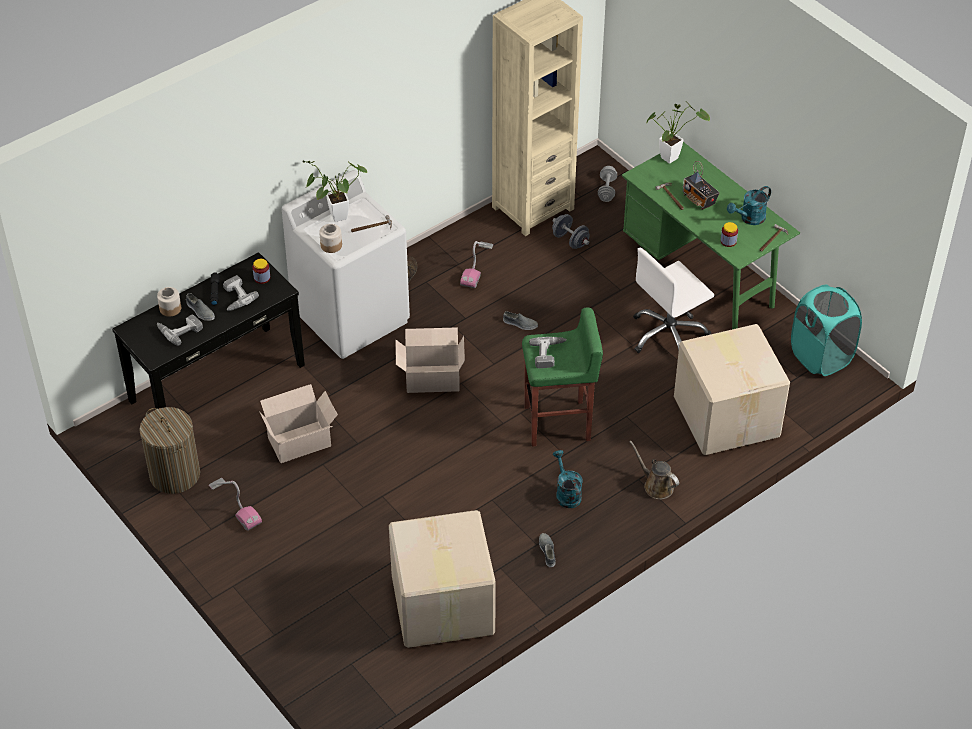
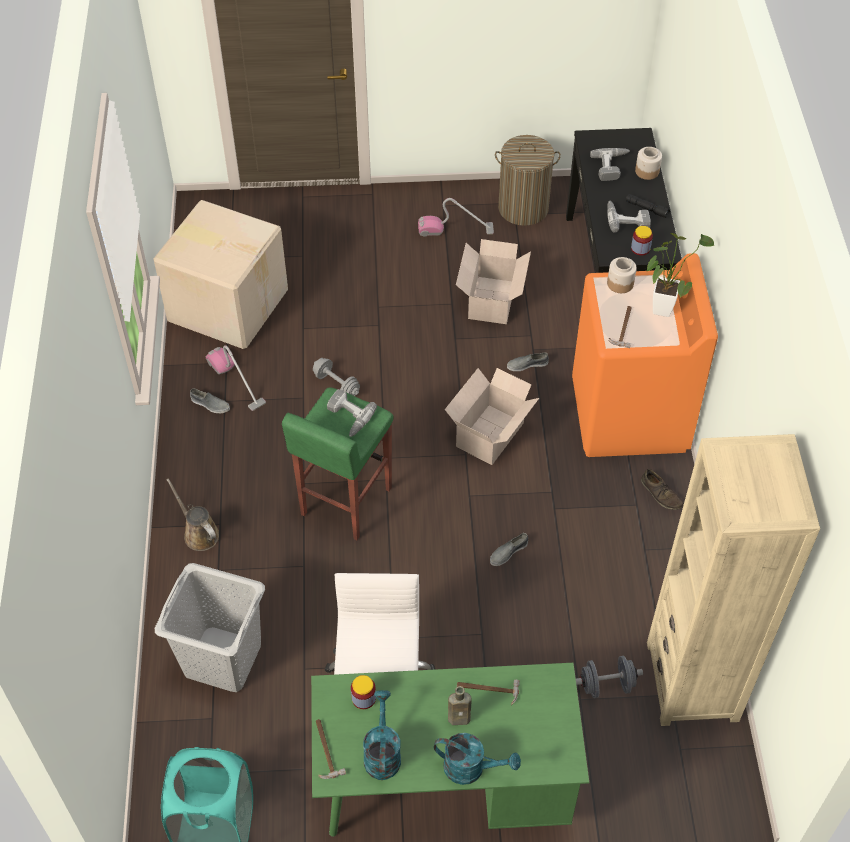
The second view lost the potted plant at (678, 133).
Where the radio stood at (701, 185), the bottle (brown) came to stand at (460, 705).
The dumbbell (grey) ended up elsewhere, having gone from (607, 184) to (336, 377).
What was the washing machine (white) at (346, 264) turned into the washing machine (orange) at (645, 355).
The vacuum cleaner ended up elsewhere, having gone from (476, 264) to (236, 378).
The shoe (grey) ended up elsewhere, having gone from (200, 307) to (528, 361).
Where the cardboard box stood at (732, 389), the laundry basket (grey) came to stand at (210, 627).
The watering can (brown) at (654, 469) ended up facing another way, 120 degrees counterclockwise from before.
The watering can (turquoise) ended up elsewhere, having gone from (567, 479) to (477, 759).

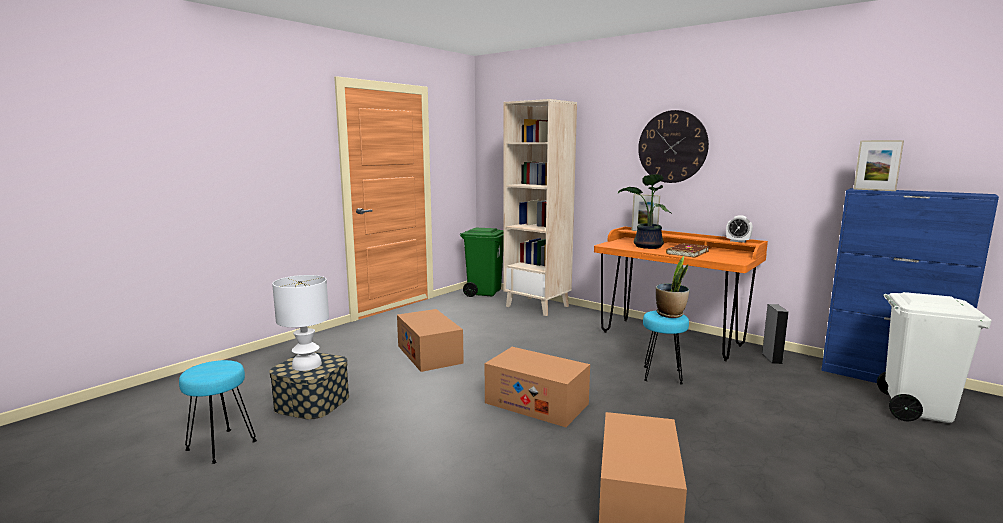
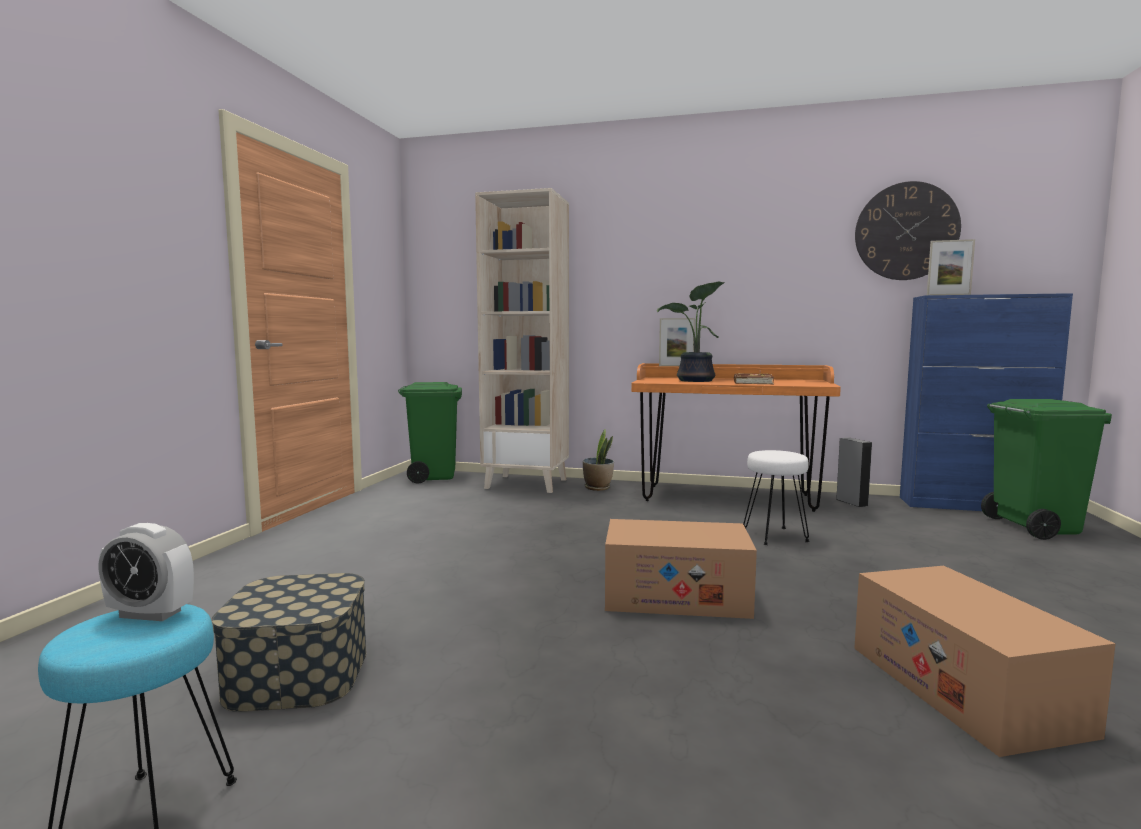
The wall clock ended up elsewhere, having gone from (673, 146) to (908, 230).
The alarm clock ended up elsewhere, having gone from (739, 229) to (146, 572).
The potted plant ended up elsewhere, having gone from (672, 287) to (598, 460).
The second view lost the table lamp (white) at (300, 323).
What was the trash can (white) at (934, 357) turned into the trash can (green) at (1046, 469).
The second view lost the cardboard box at (430, 340).
What was the stool (turquoise) at (666, 347) turned into the stool (white) at (776, 497).

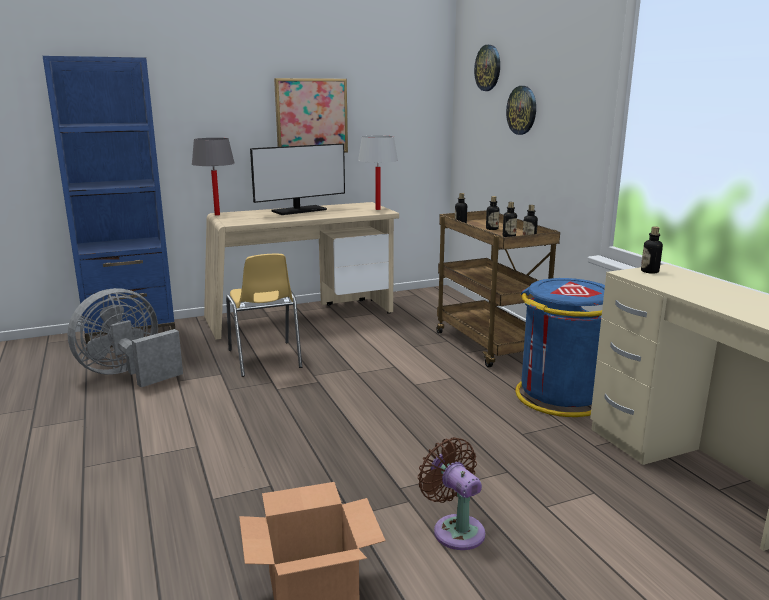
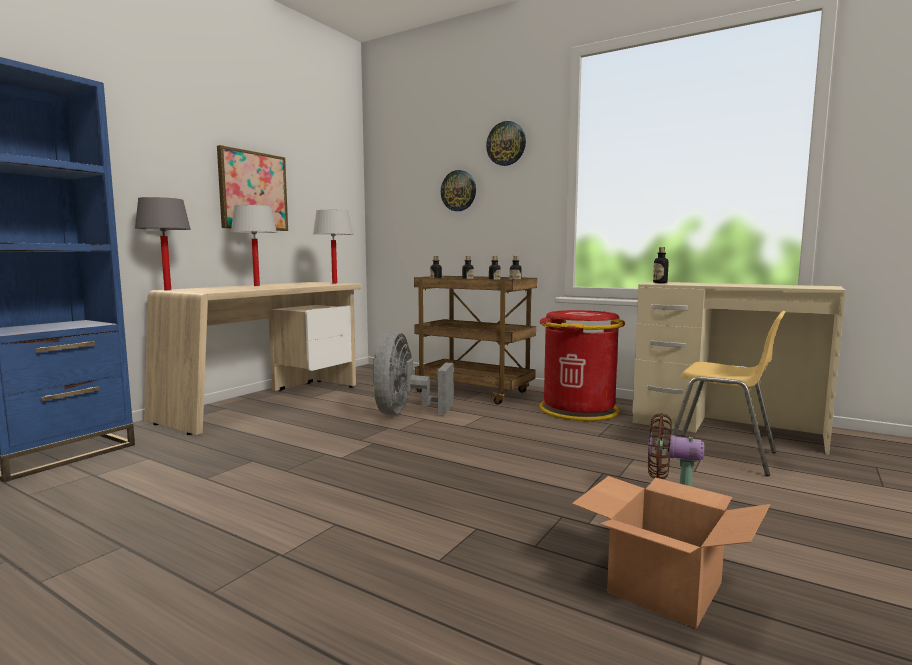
The wall clock ended up elsewhere, having gone from (487, 68) to (506, 143).
Where the monitor stood at (297, 179), the table lamp (white) came to stand at (254, 245).
The chair (yellow) ended up elsewhere, having gone from (264, 315) to (725, 393).
What was the trash can (blue) at (560, 347) turned into the trash can (red) at (582, 365).
The fan (grey) ended up elsewhere, having gone from (125, 337) to (413, 373).

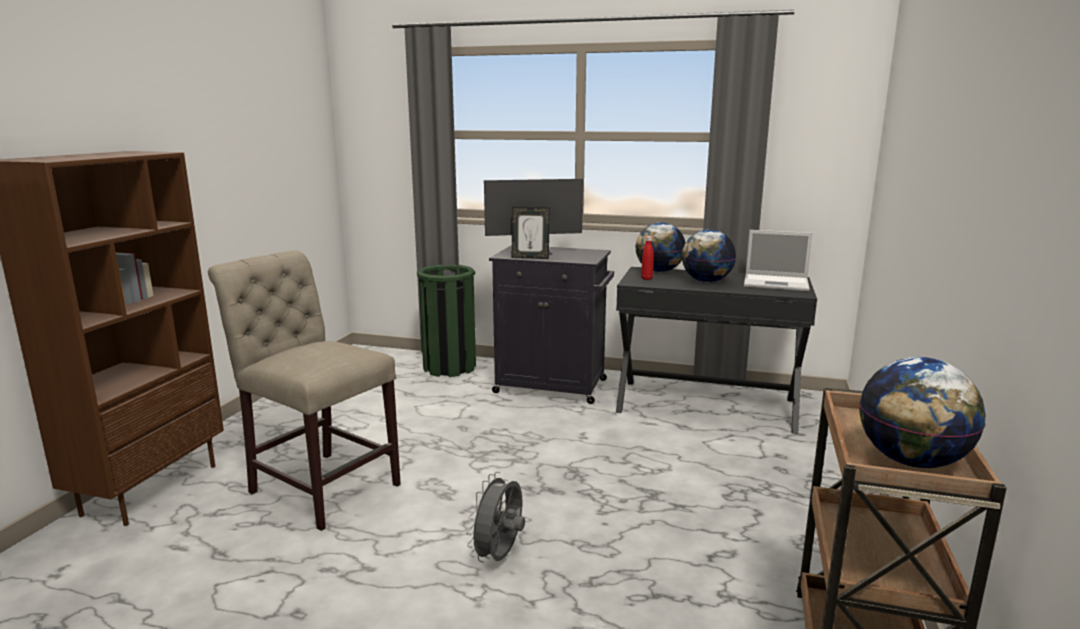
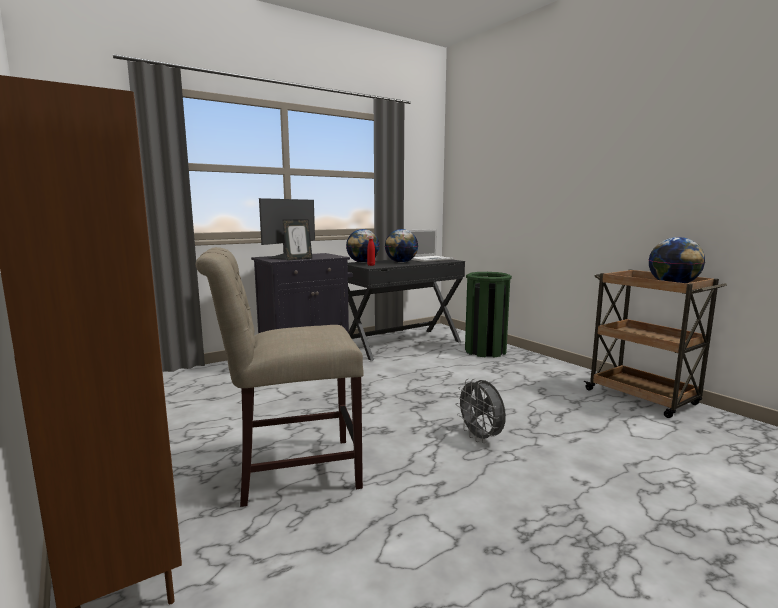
The trash can (green) ended up elsewhere, having gone from (446, 320) to (488, 315).

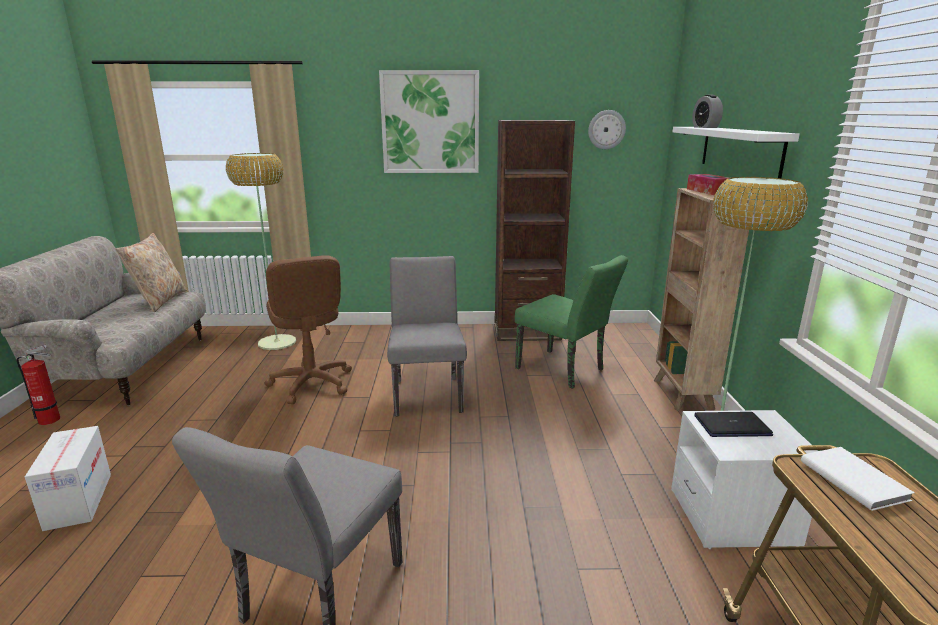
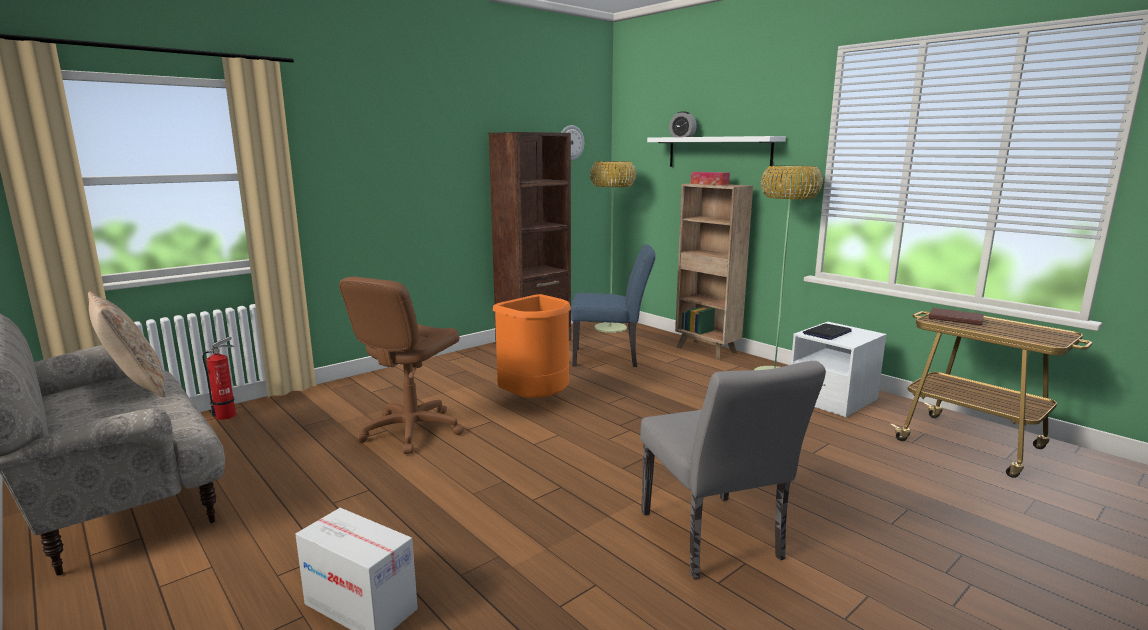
The second view lost the picture at (429, 121).
The floor lamp ended up elsewhere, having gone from (260, 251) to (613, 247).
The office chair (brown) at (308, 329) ended up facing another way, 90 degrees clockwise from before.
What was the chair (green) at (571, 322) turned into the chair (blue) at (613, 305).
Where the chair (grey) stood at (427, 336), the trash can (orange) came to stand at (532, 346).
The fire extinguisher ended up elsewhere, having gone from (38, 385) to (219, 378).
What was the book (white) at (858, 479) turned into the book (brown) at (956, 317).

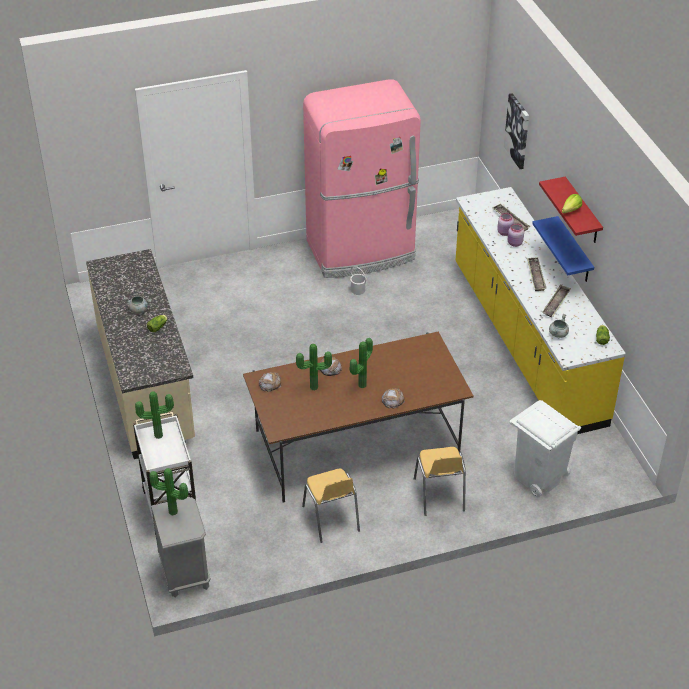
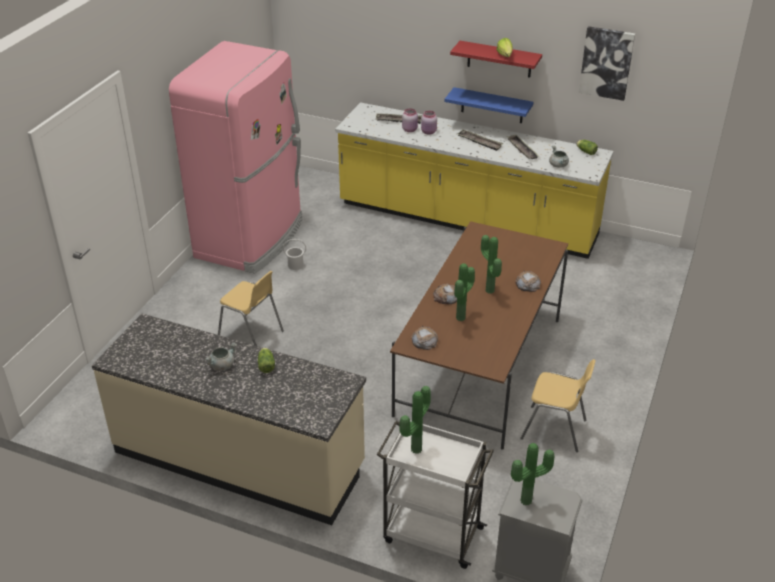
The picture ended up elsewhere, having gone from (516, 131) to (607, 63).
The second view lost the trash can (white) at (545, 448).
The chair (yellow) ended up elsewhere, having gone from (440, 481) to (251, 308).

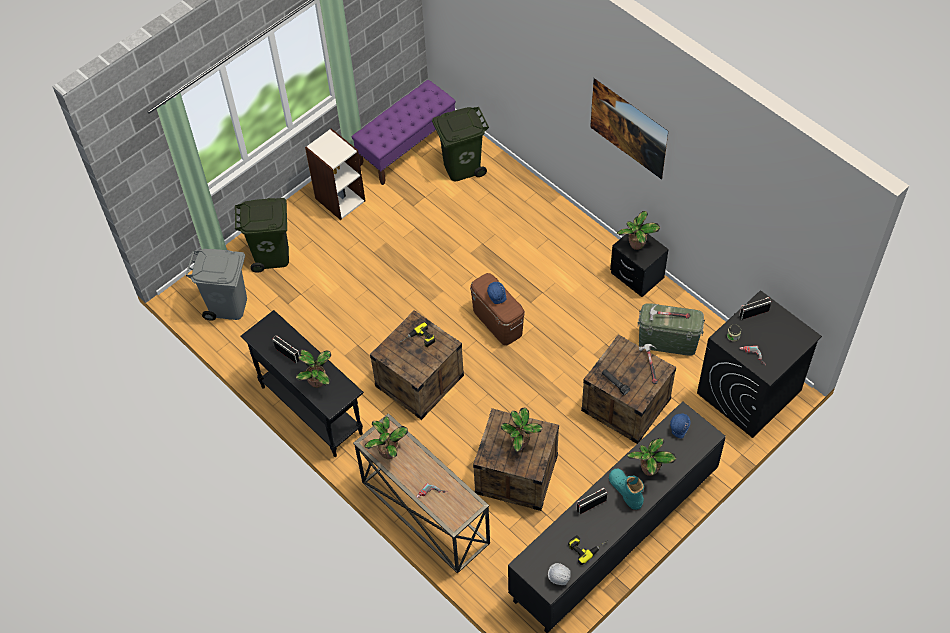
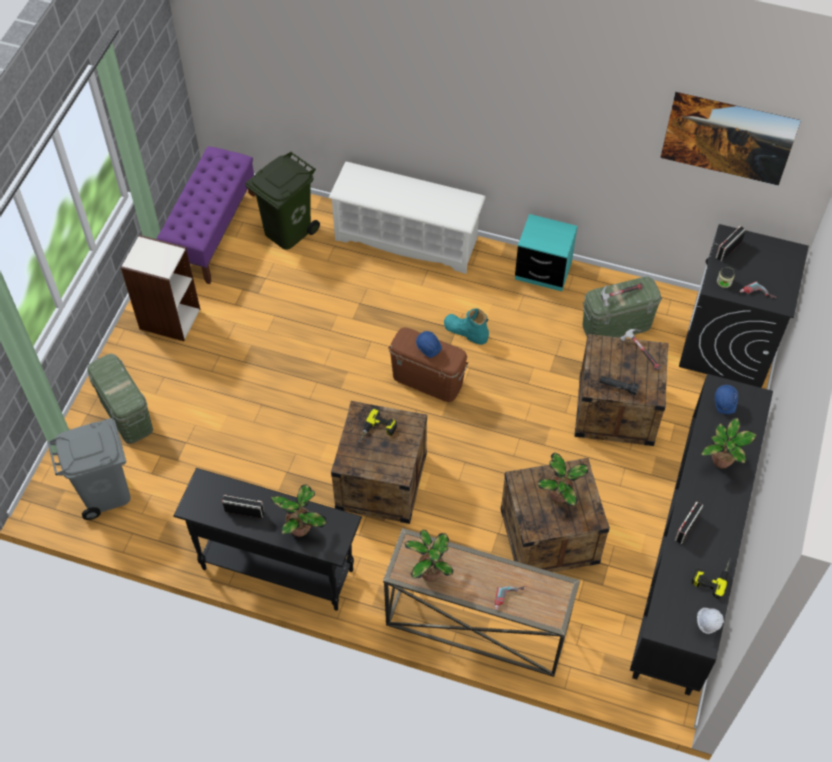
The picture ended up elsewhere, having gone from (629, 129) to (730, 139).
Where the trash can (green) stood at (262, 235), the storage box (green) came to stand at (120, 399).
The second view lost the potted plant at (638, 230).
What was the nightstand (black) at (639, 265) turned into the nightstand (turquoise) at (546, 252).
The boot (turquoise) ended up elsewhere, having gone from (626, 489) to (466, 327).
The second view gained the shoe rack (white) at (407, 218).

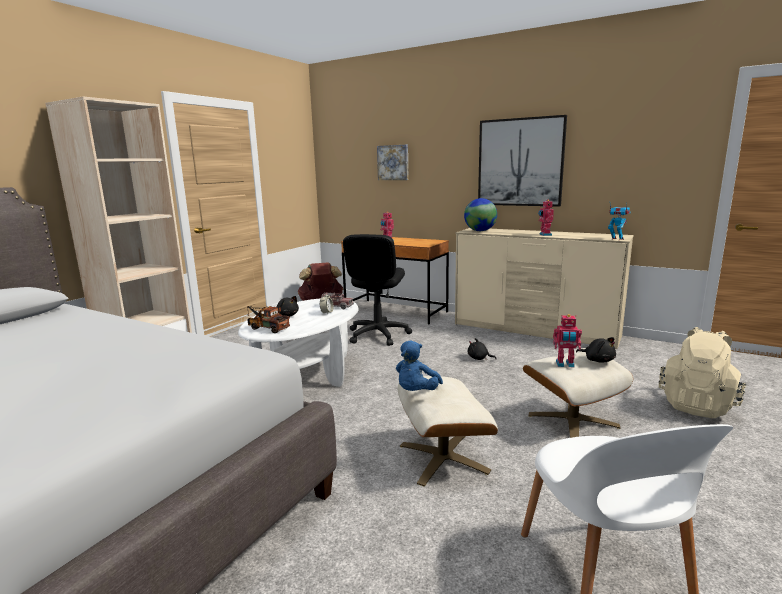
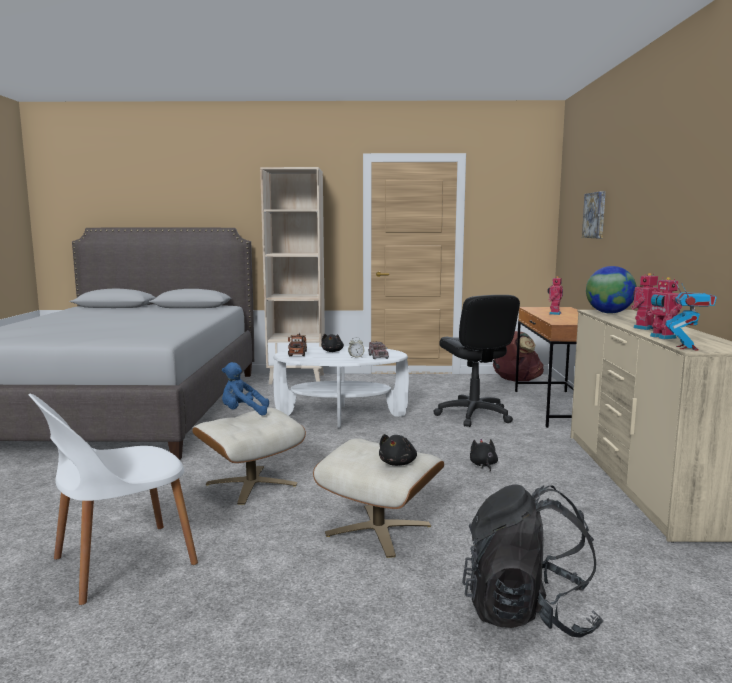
The second view lost the picture at (522, 161).
The office chair (black) at (377, 290) ended up facing another way, 90 degrees counterclockwise from before.
The toy robot ended up elsewhere, having gone from (567, 341) to (664, 308).
What was the backpack (beige) at (702, 372) turned into the backpack (black) at (532, 561).

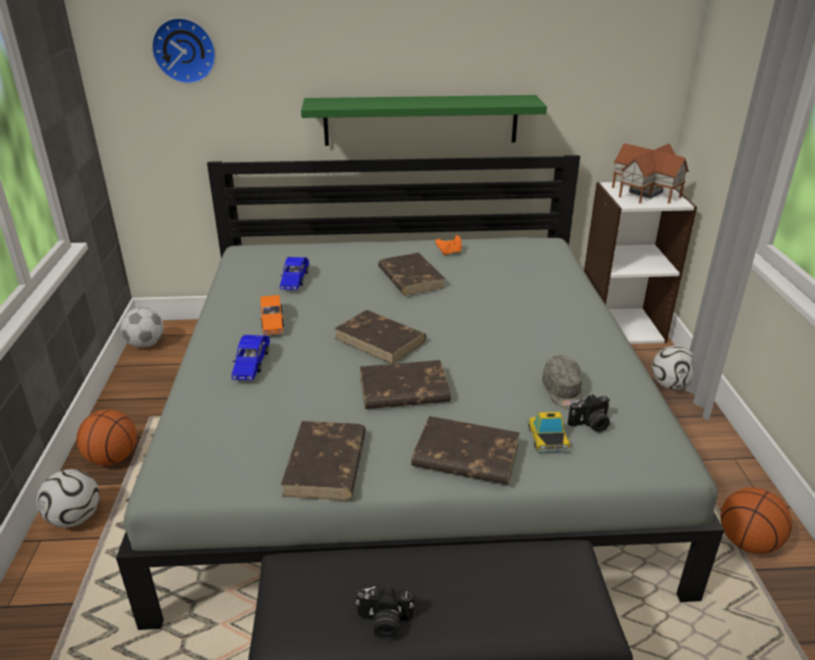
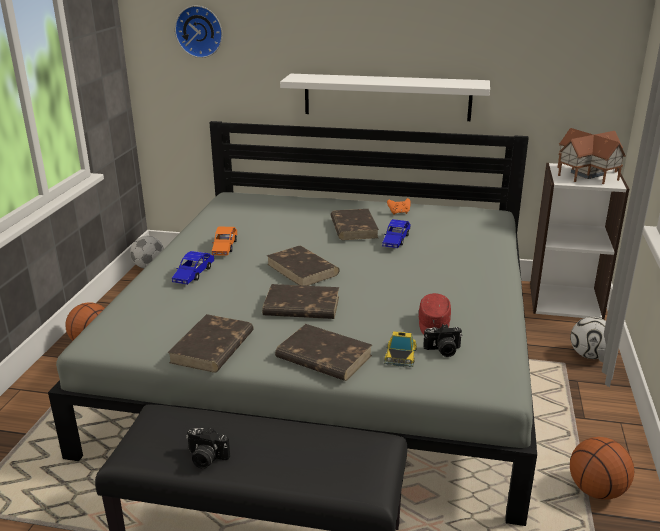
What was the shelf (green) at (424, 120) turned into the shelf (white) at (385, 97).
The toy car (blue) ended up elsewhere, having gone from (294, 273) to (396, 233).
What was the cap (grey) at (562, 382) turned into the cap (red) at (435, 313).
The second view lost the football at (68, 498).

